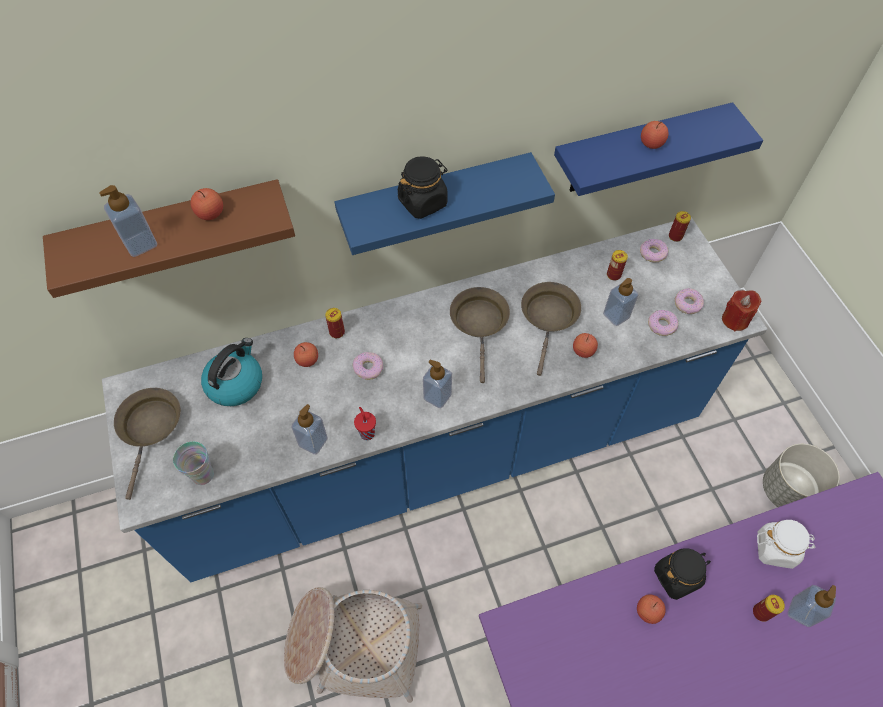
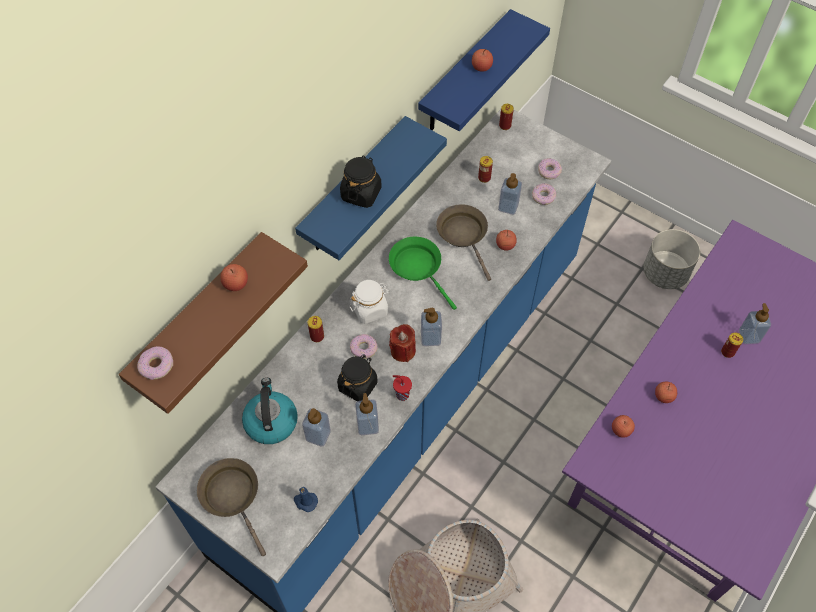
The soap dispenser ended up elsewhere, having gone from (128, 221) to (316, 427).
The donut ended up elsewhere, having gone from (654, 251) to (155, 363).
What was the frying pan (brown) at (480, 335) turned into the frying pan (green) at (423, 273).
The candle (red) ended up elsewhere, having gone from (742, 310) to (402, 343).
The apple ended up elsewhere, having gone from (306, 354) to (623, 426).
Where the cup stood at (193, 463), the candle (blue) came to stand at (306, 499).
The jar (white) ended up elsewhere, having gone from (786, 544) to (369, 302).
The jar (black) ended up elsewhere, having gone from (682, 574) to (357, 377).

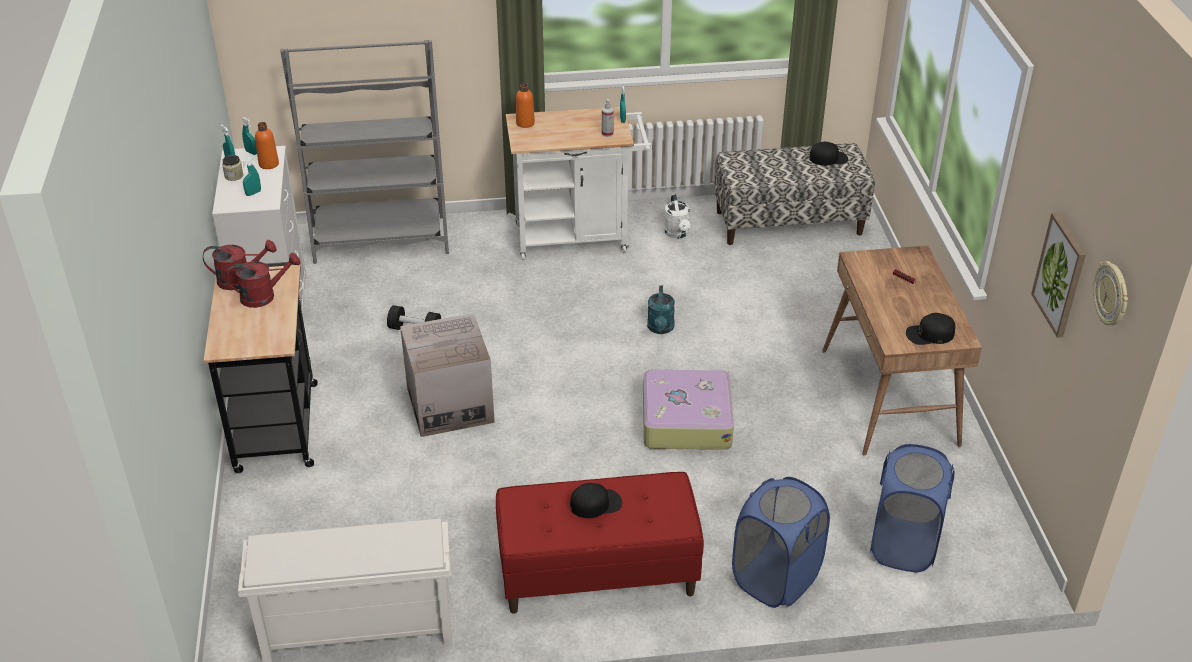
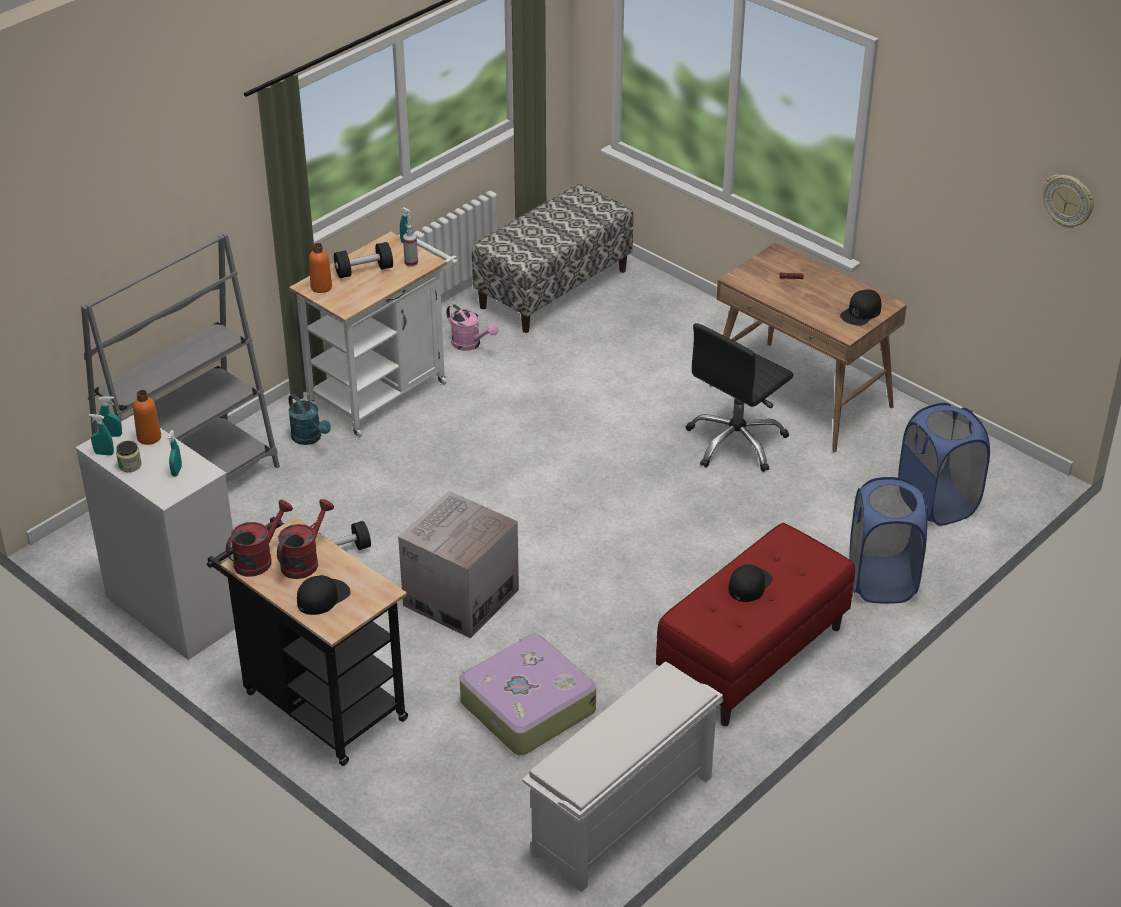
The cap (black) ended up elsewhere, having gone from (828, 154) to (324, 595).
What was the watering can (white) at (677, 216) turned into the watering can (pink) at (472, 327).
The second view lost the picture at (1058, 275).
The watering can (turquoise) ended up elsewhere, having gone from (661, 309) to (309, 419).
The suitcase ended up elsewhere, having gone from (688, 409) to (528, 694).
The second view gained the dumbbell (black) at (363, 260).
The second view gained the office chair (black) at (739, 397).

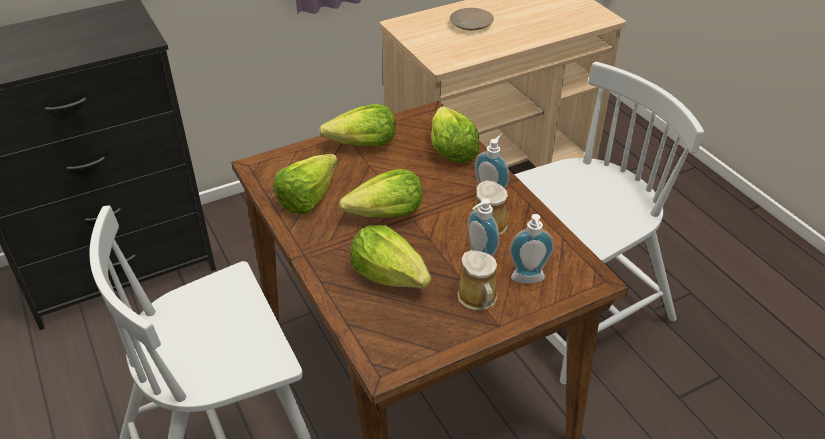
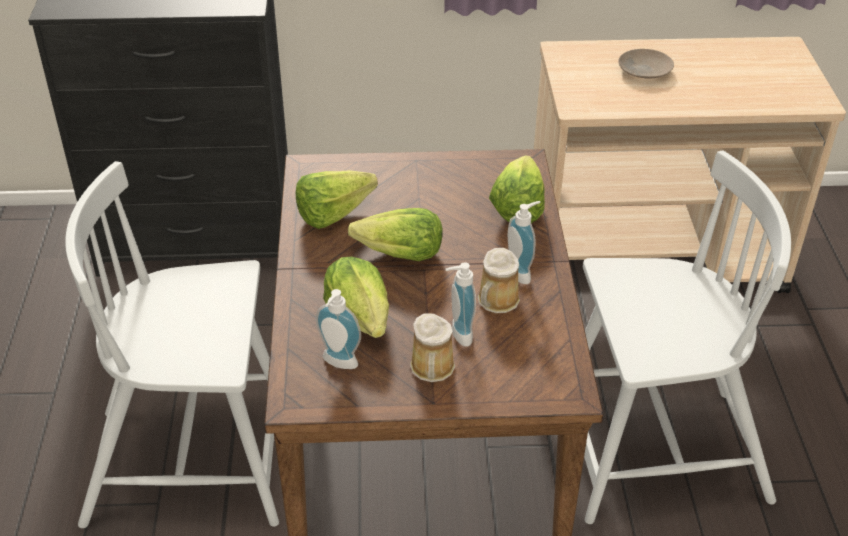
The second view lost the lettuce at (357, 125).
The soap dispenser ended up elsewhere, having gone from (531, 249) to (338, 329).

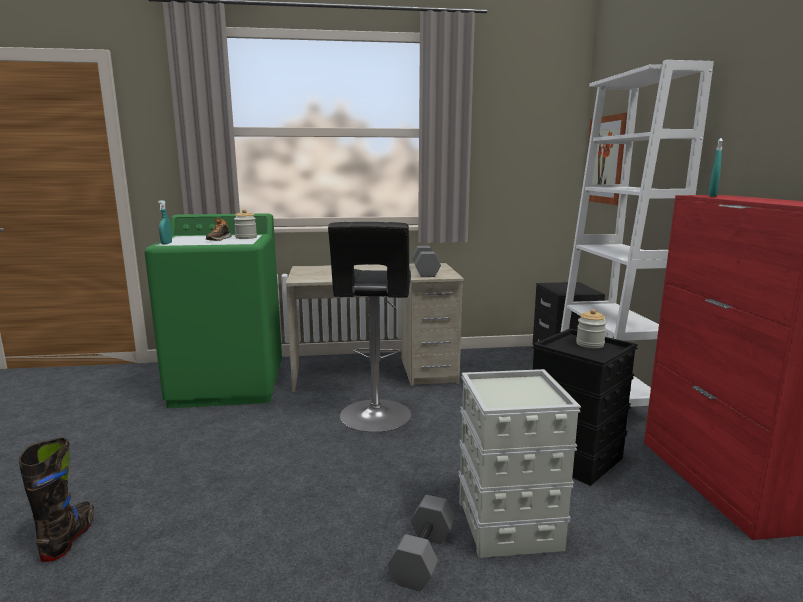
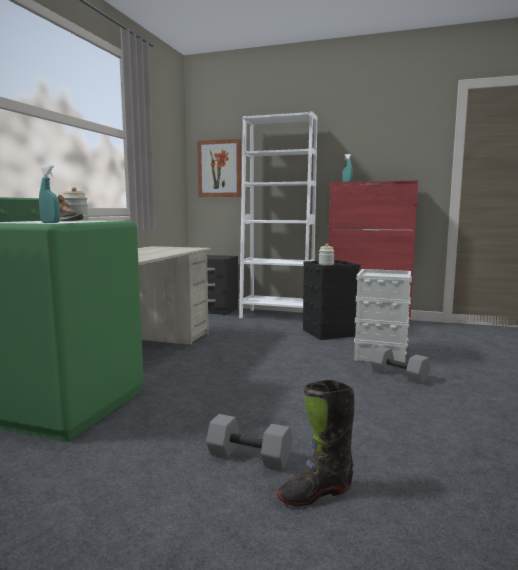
The second view lost the stool (black) at (369, 327).
The dumbbell (grey) ended up elsewhere, having gone from (426, 261) to (249, 442).
The boot (black) at (56, 500) ended up facing another way, 45 degrees counterclockwise from before.

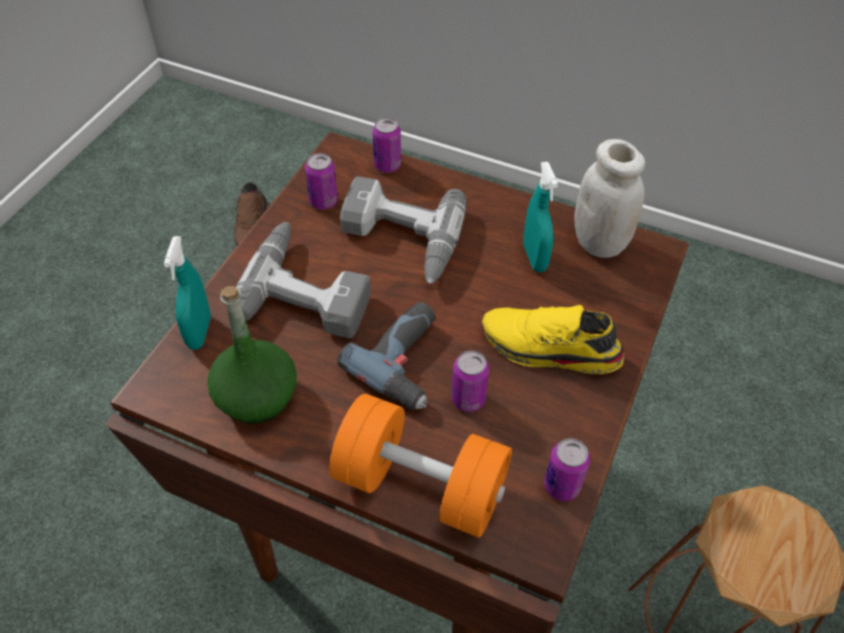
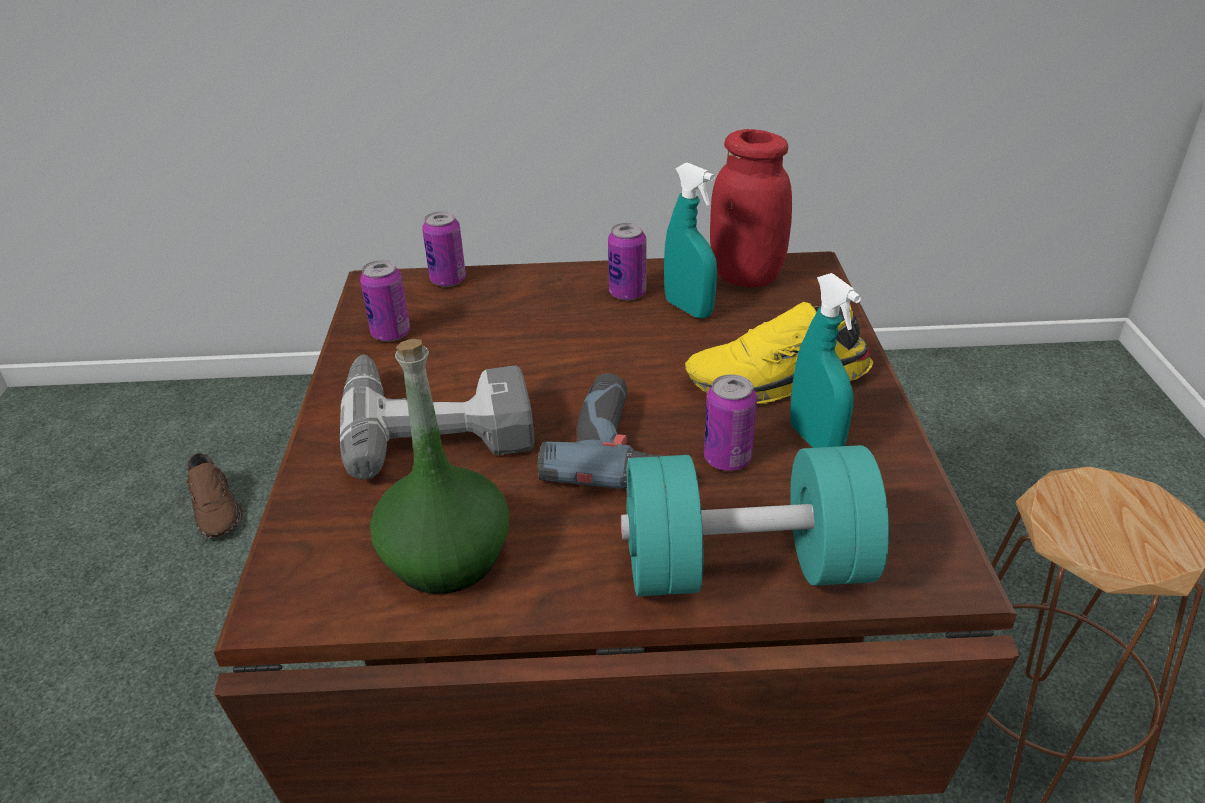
What was the jar (white) at (610, 198) turned into the jar (red) at (751, 208).
The second view lost the power drill at (403, 230).
The spray bottle (turquoise) ended up elsewhere, having gone from (187, 293) to (825, 360).
What was the dumbbell (orange) at (420, 466) turned into the dumbbell (turquoise) at (755, 520).
The can ended up elsewhere, having gone from (567, 469) to (627, 262).

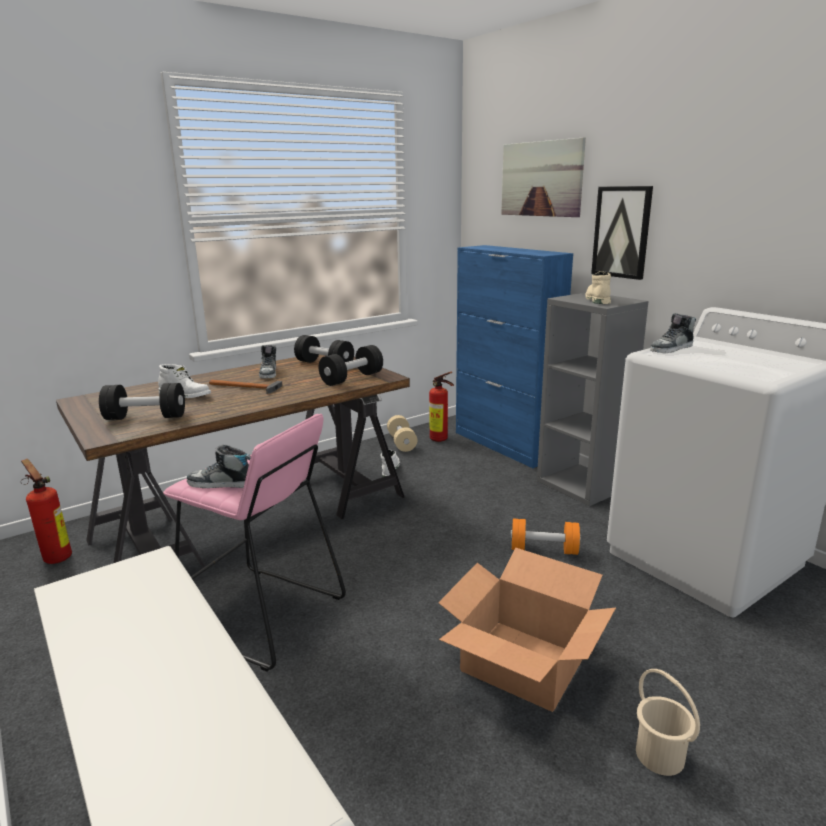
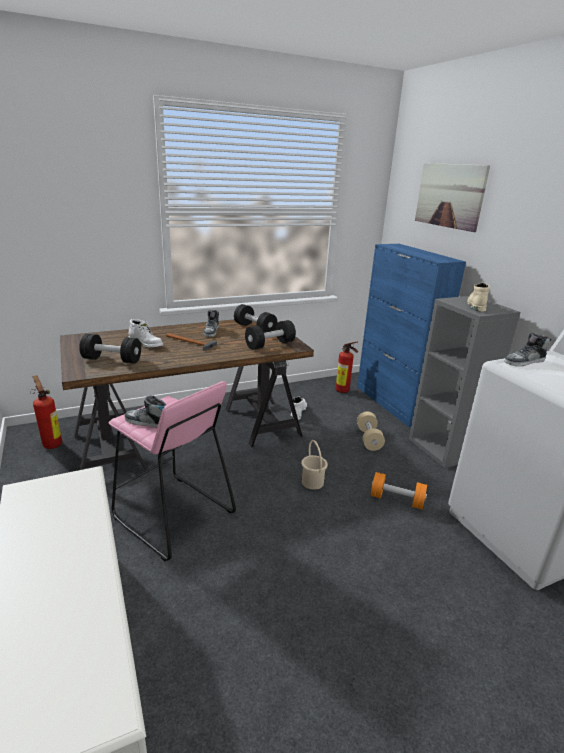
The second view lost the picture at (622, 233).
The dumbbell (beige) ended up elsewhere, having gone from (402, 433) to (371, 431).
The second view lost the cardboard box at (527, 630).
The bucket (beige) ended up elsewhere, having gone from (668, 722) to (314, 465).

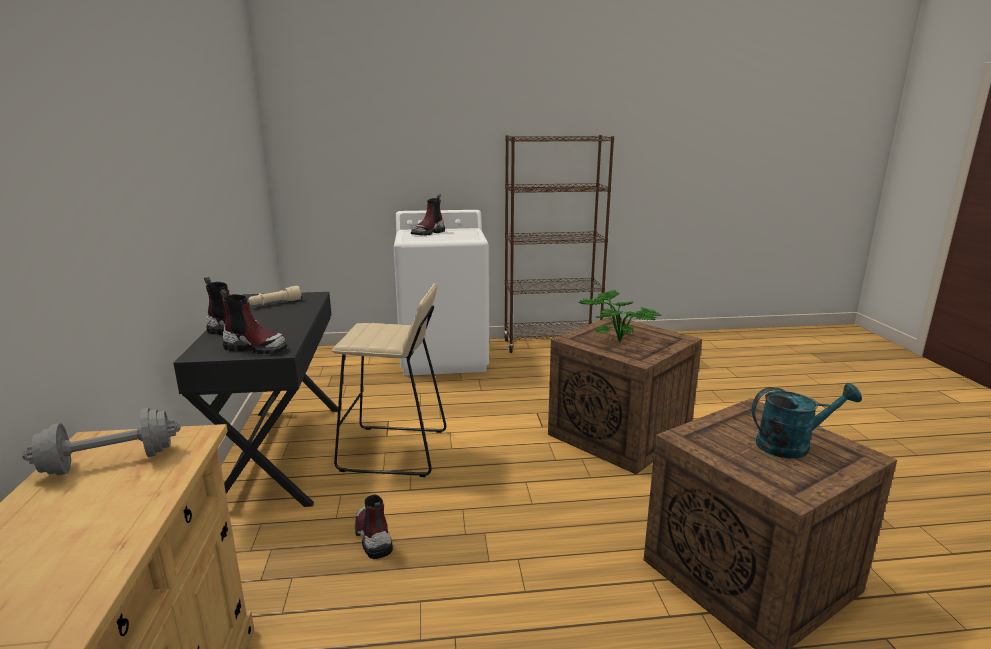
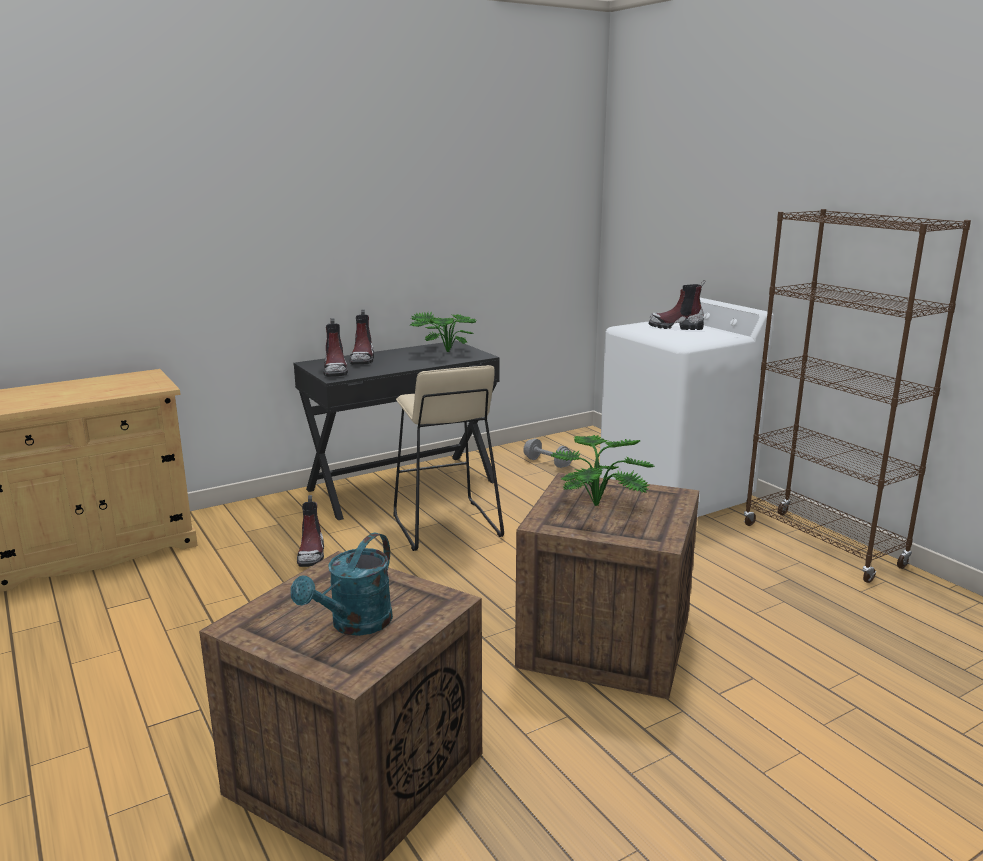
Where the flashlight (beige) stood at (275, 295), the potted plant came to stand at (443, 331).
The watering can (turquoise) at (807, 420) ended up facing another way, 60 degrees clockwise from before.
The dumbbell (grey) ended up elsewhere, having gone from (101, 442) to (548, 453).
The boot at (374, 526) ended up facing another way, 135 degrees clockwise from before.

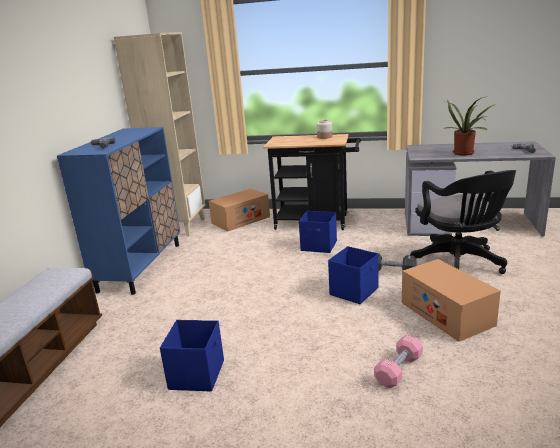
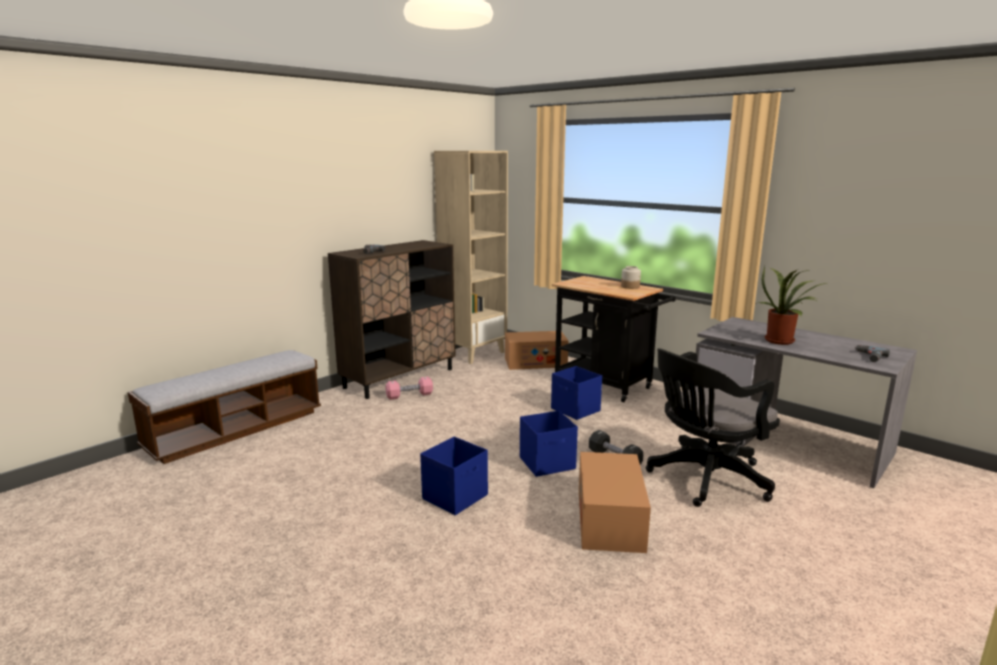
What was the cabinet (blue) at (118, 211) turned into the cabinet (brown) at (391, 319).
The office chair (black) at (463, 222) ended up facing another way, 45 degrees clockwise from before.
The storage box (blue) ended up elsewhere, having gone from (192, 356) to (454, 476).
The dumbbell (pink) ended up elsewhere, having gone from (398, 361) to (409, 388).

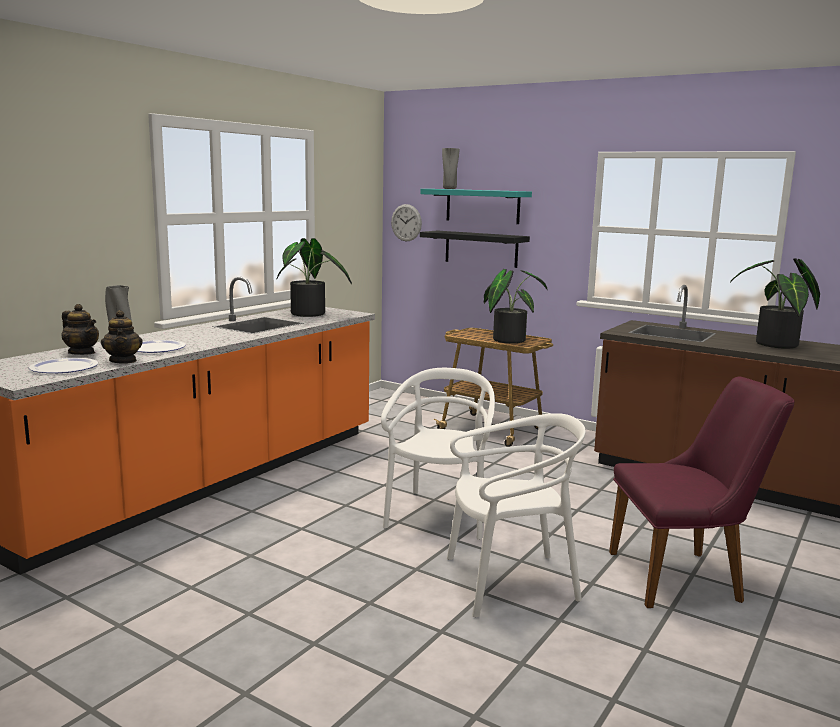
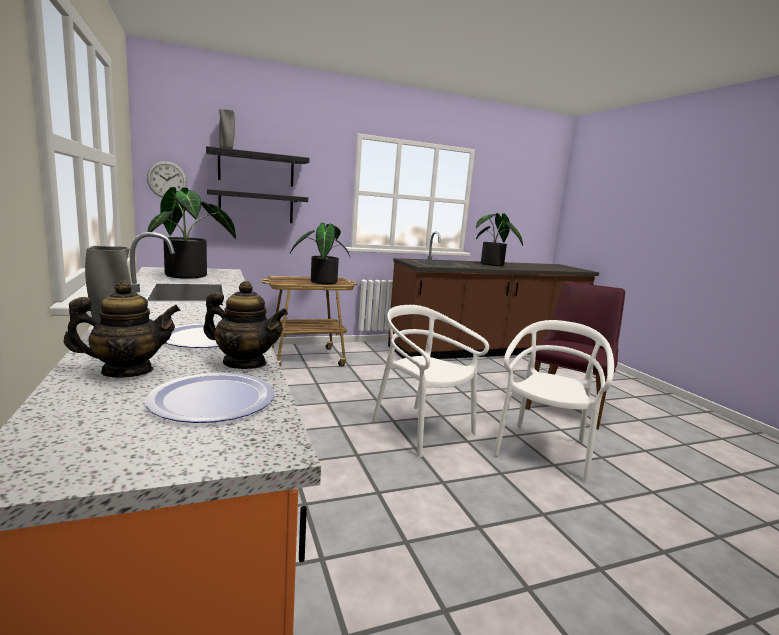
What was the shelf (turquoise) at (476, 206) turned into the shelf (black) at (257, 166).

